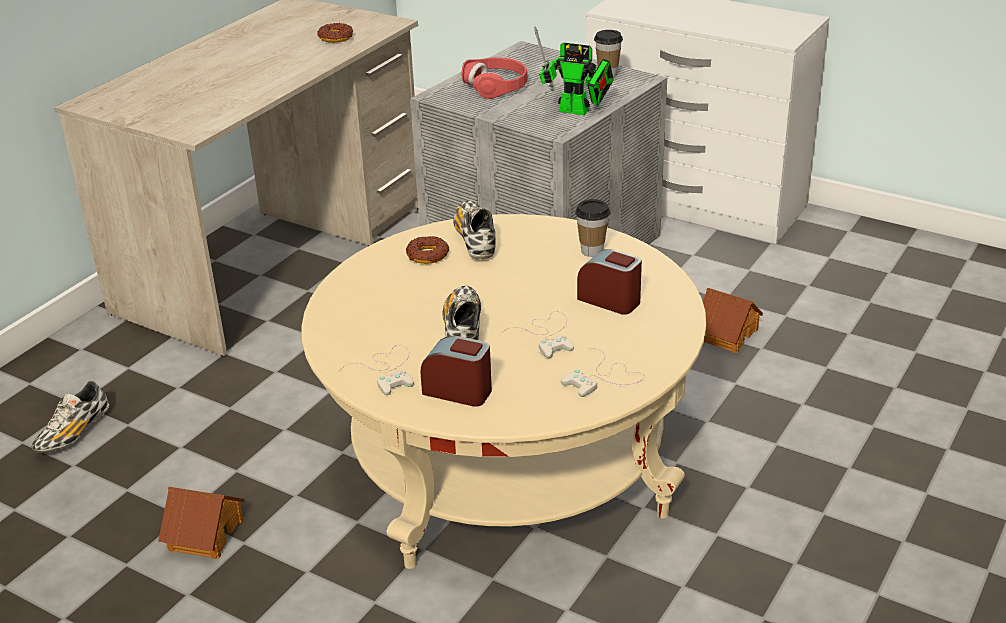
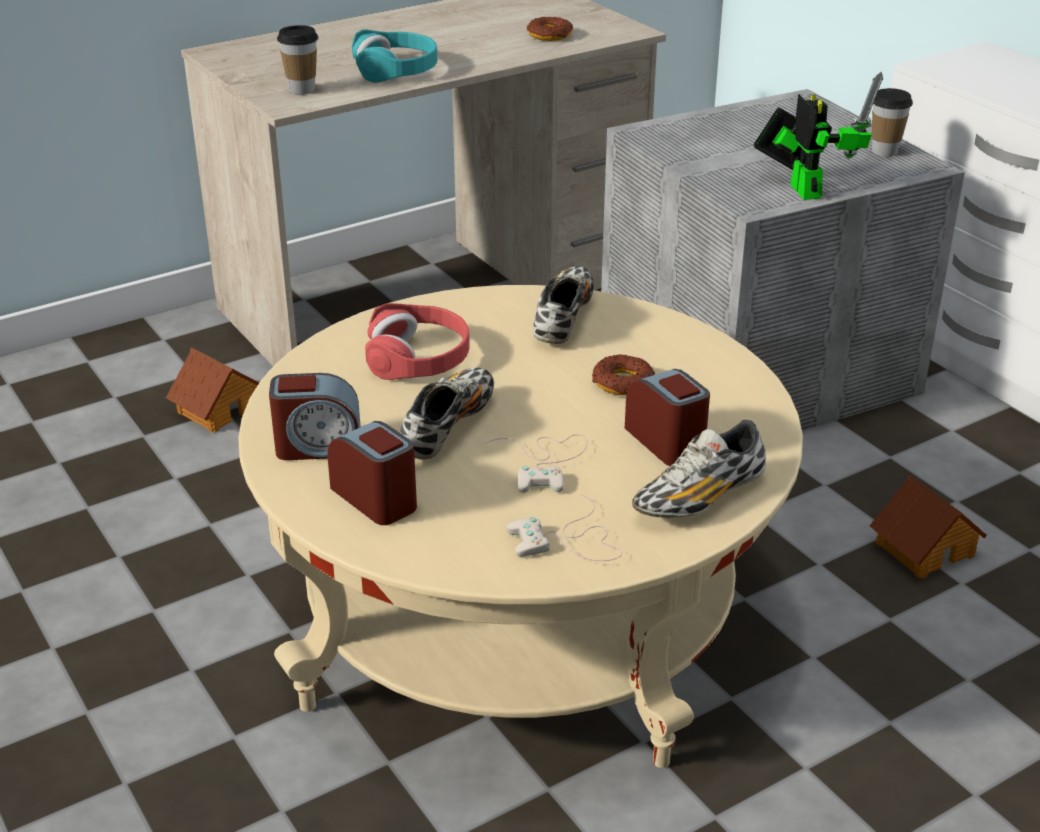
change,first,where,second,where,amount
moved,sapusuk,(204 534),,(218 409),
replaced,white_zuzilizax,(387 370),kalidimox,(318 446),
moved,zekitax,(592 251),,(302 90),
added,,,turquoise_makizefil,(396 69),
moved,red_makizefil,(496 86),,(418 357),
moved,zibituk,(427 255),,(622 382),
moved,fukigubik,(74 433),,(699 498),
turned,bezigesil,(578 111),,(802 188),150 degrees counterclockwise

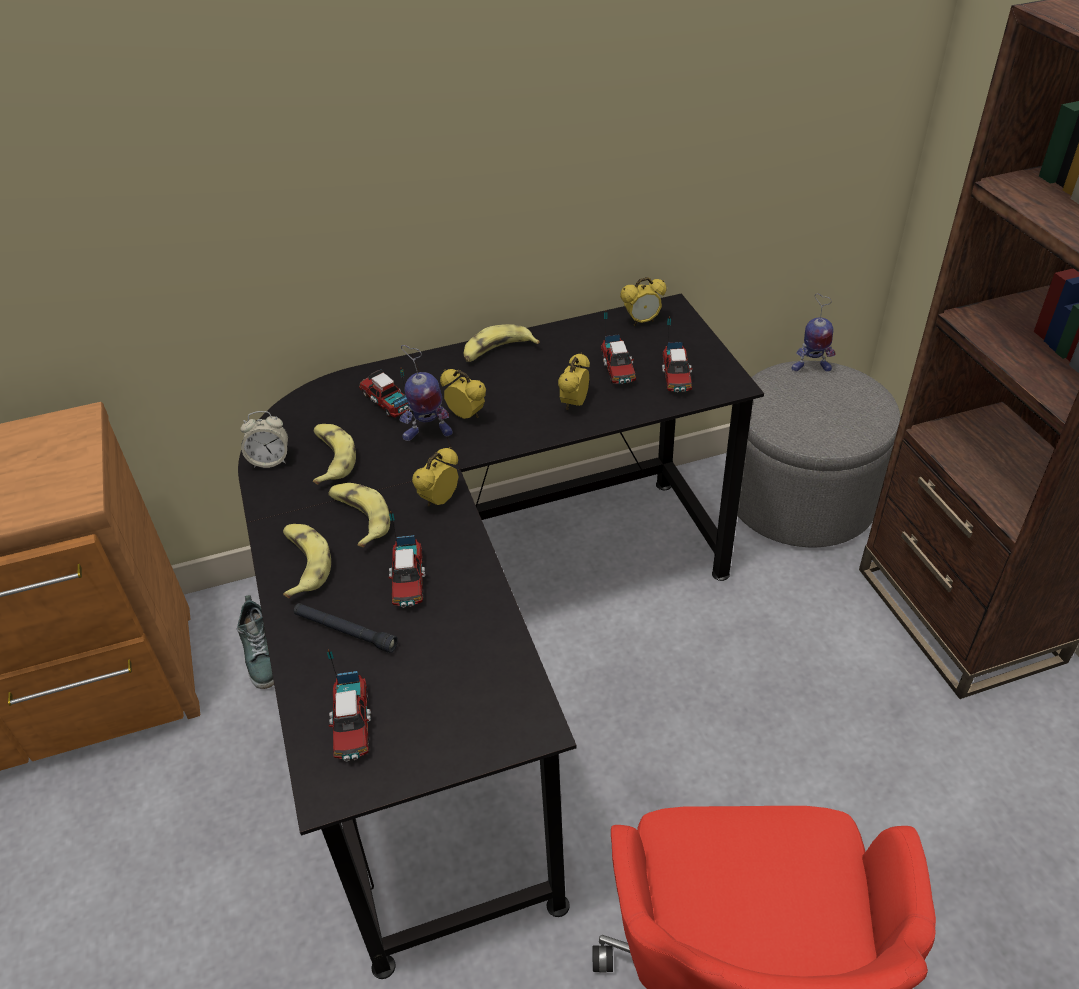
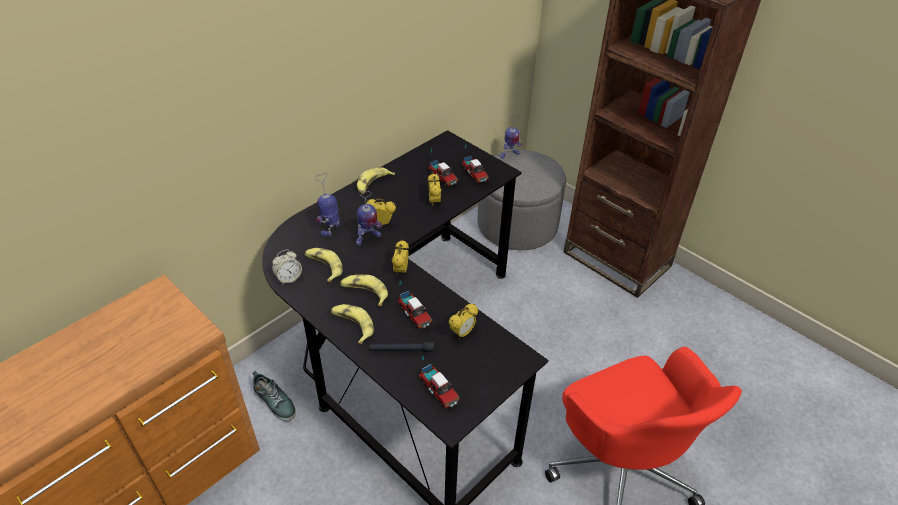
change,first,where,second,where,amount
replaced,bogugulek,(386 402),bezigesil,(331 228),
moved,kalidimox,(642 321),,(462 333),

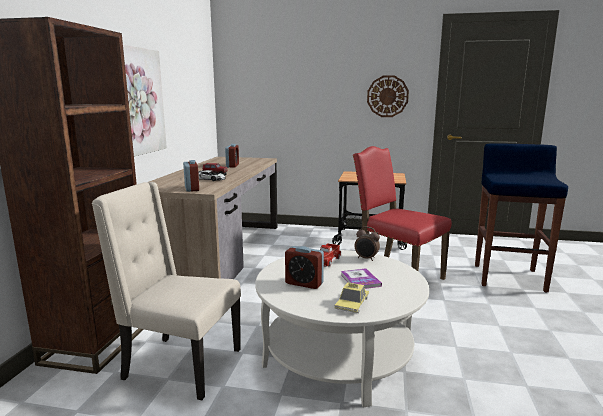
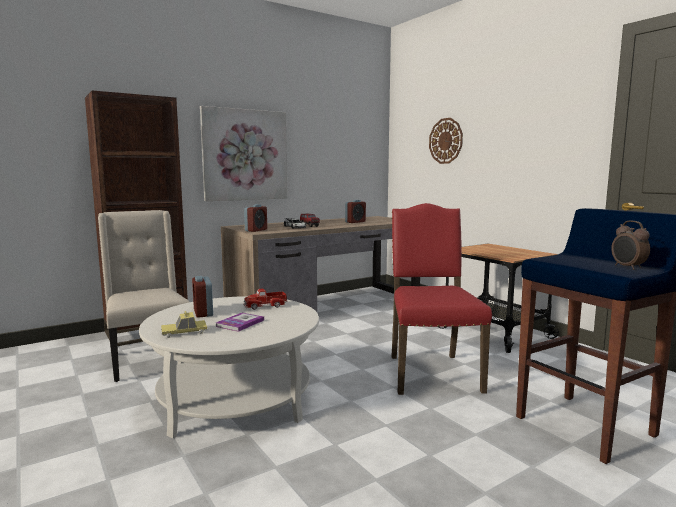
change,first,where,second,where,amount
moved,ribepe,(387 96),,(445 141),
moved,kalidimox,(366 258),,(627 267),

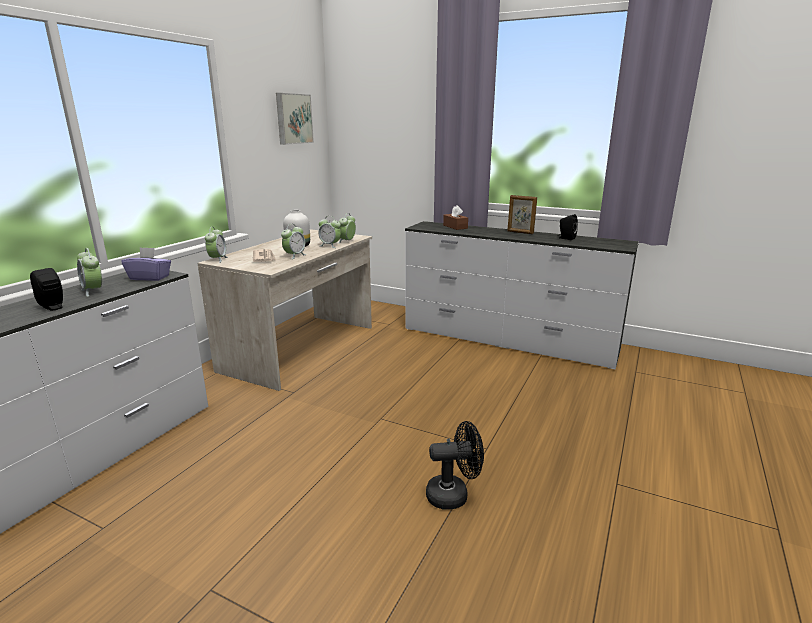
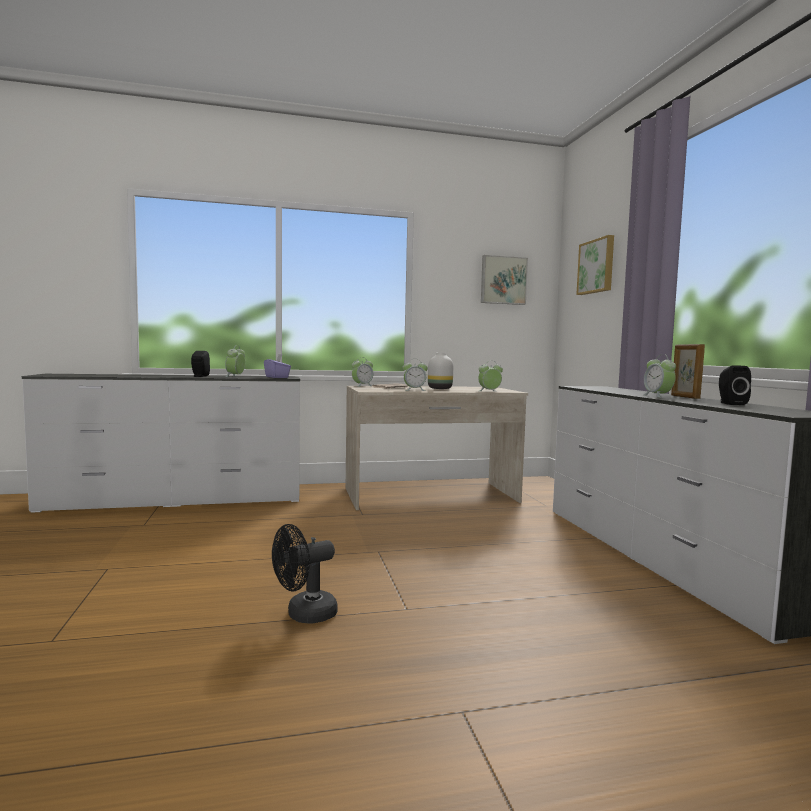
change,first,where,second,where,amount
turned,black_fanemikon,(454 495),,(304 615),105 degrees clockwise
added,,,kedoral,(597 266),
moved,kalidimox,(330 245),,(657 396),
removed,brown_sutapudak,(455 227),,,

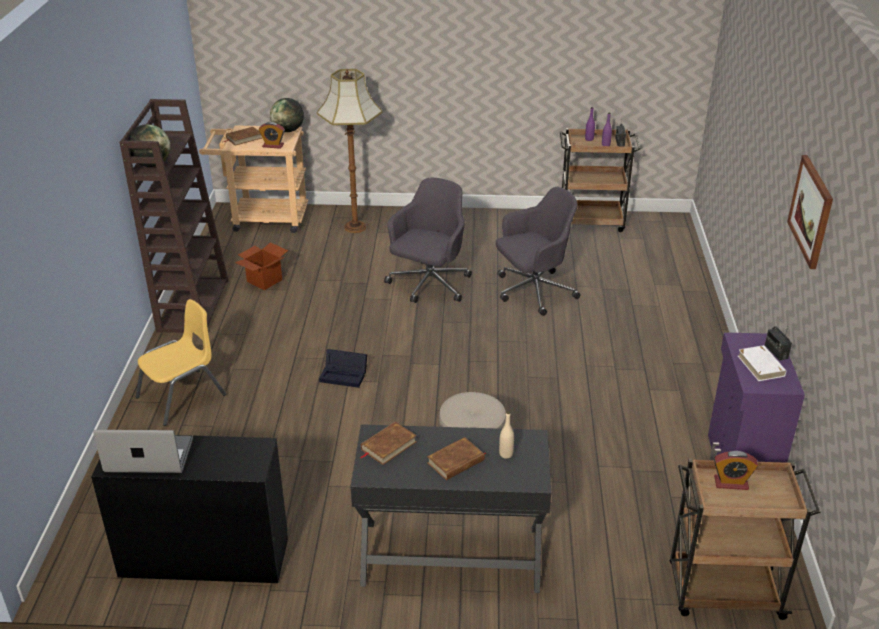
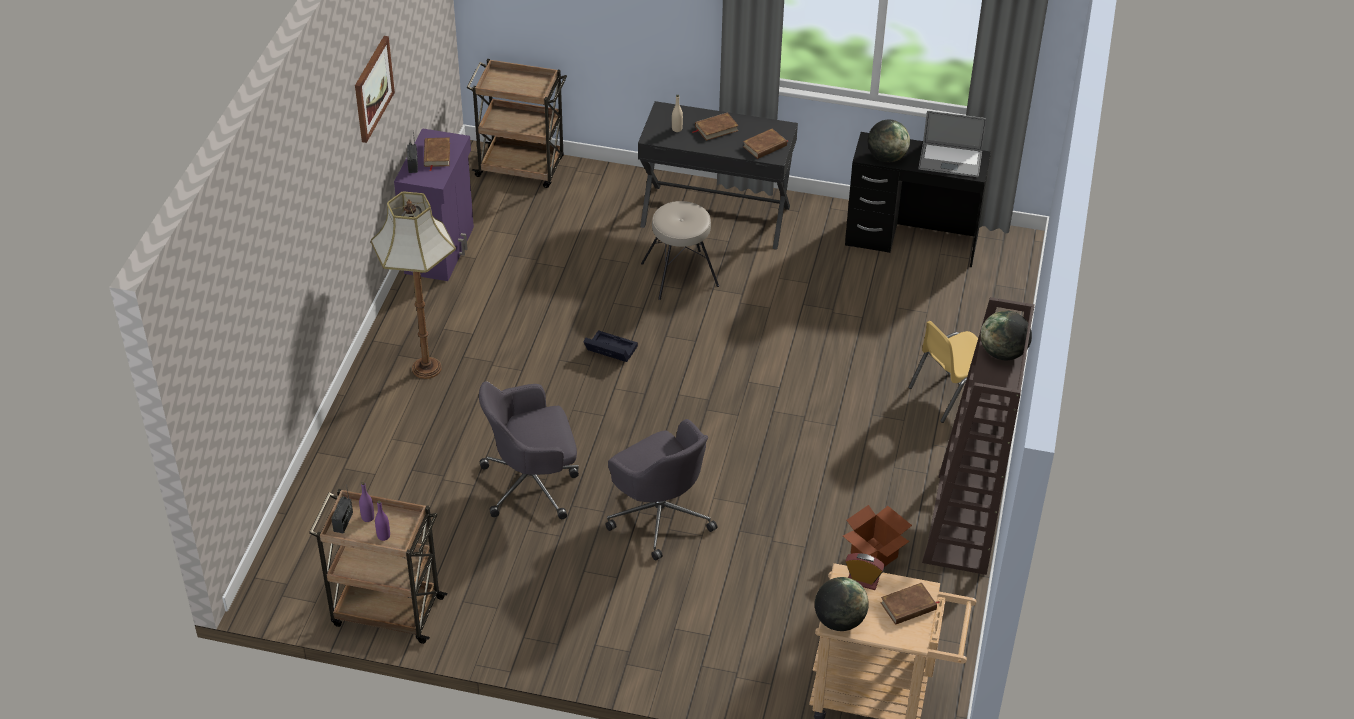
change,first,where,second,where,amount
moved,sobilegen,(356 227),,(425 368),
recoloured,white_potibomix,(761 365),brown_potibomix,(436 155),
moved,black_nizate,(345 375),,(609 350),
turned,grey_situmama,(429 285),,(660 515),75 degrees counterclockwise
added,,,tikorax,(886 157),
removed,kalidimox,(731 483),,,

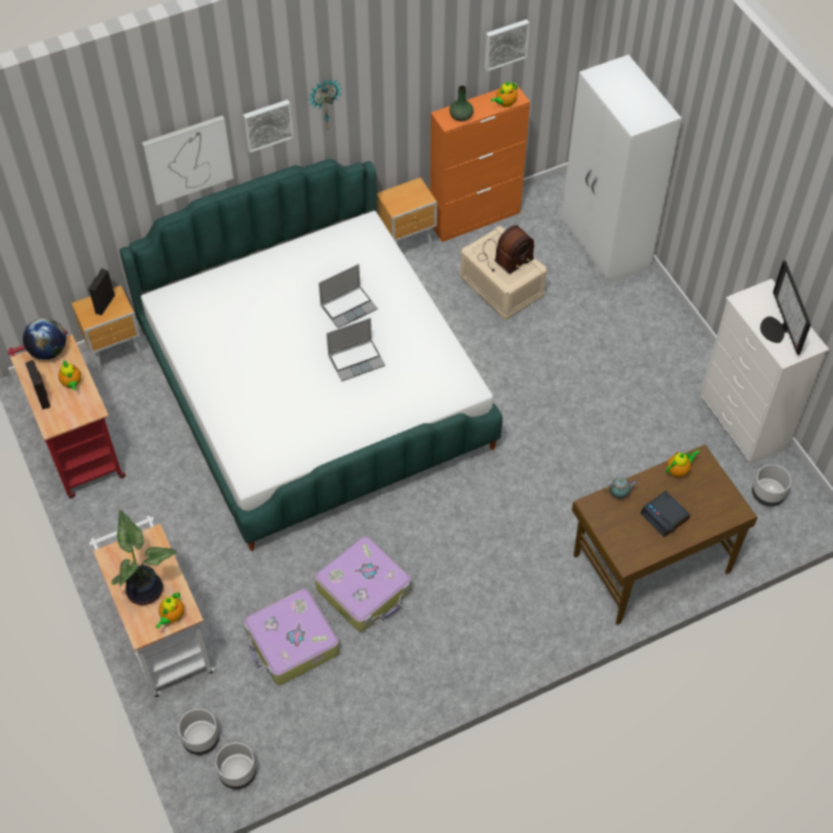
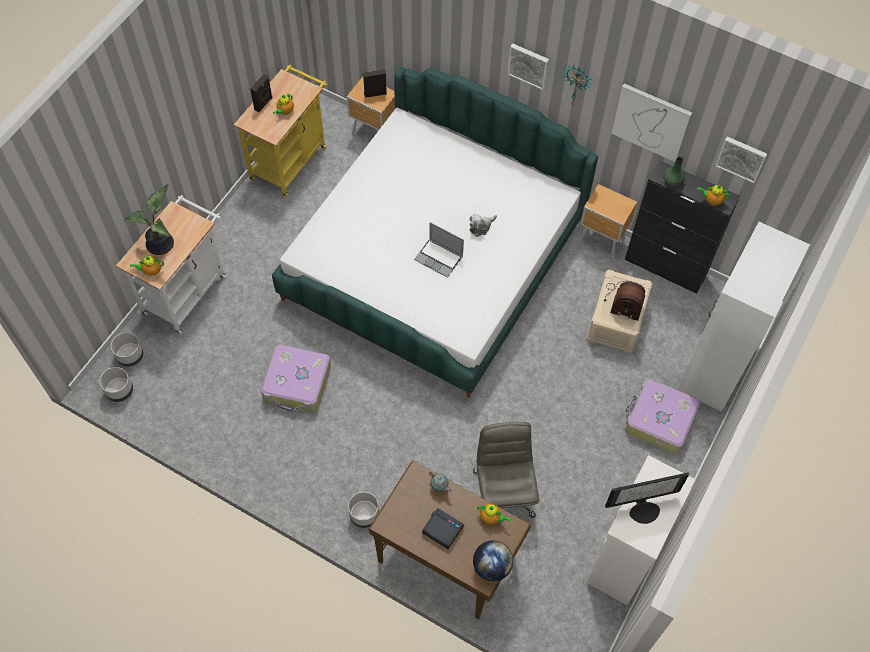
change,first,where,second,where,amount
recoloured,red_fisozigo,(79 447),yellow_fisozigo,(291 159),
moved,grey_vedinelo,(768 495),,(364 515),
turned,kalidimox,(665 516),,(442 529),105 degrees clockwise
replaced,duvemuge,(349 307),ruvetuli,(481 227),
added,,,grey_situmama,(503 492),
moved,tikorax,(48 351),,(491 566),
turned,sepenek,(776 330),,(644 509),150 degrees counterclockwise
moved,kedoral,(188 159),,(651 122),
recoloured,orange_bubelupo,(475 218),black_bubelupo,(665 267),
moved,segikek,(292 643),,(659 420),

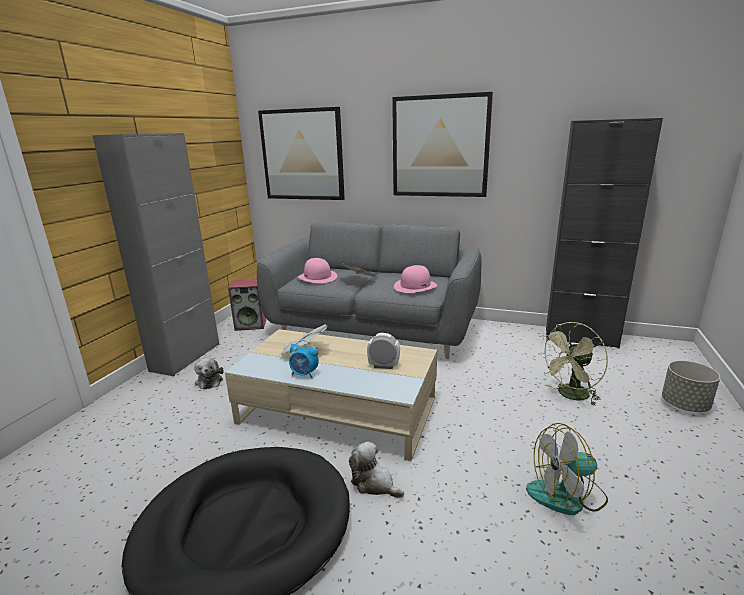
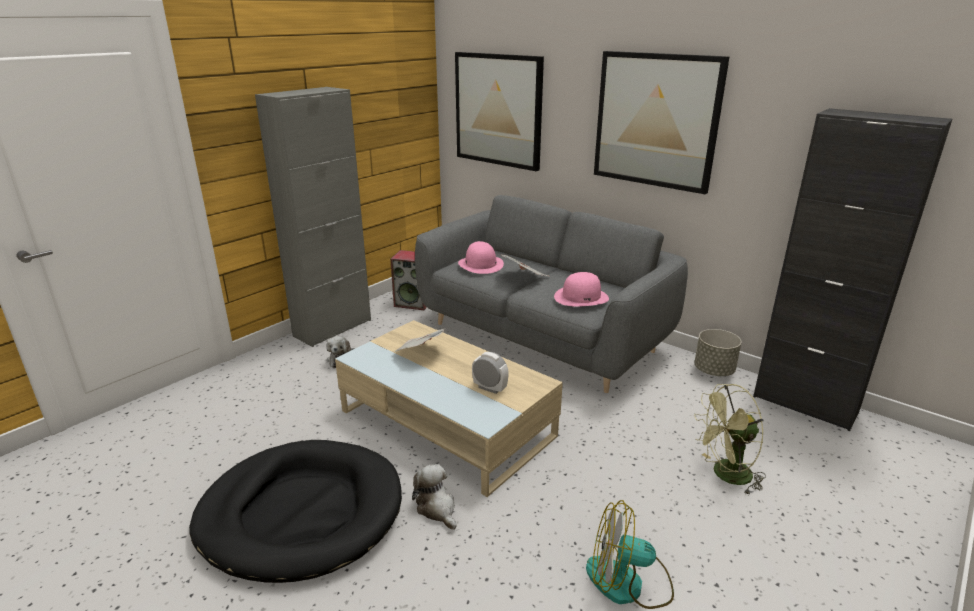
change,first,where,second,where,amount
moved,grey_vedinelo,(685 405),,(714 371),
removed,kalidimox,(304 374),,,

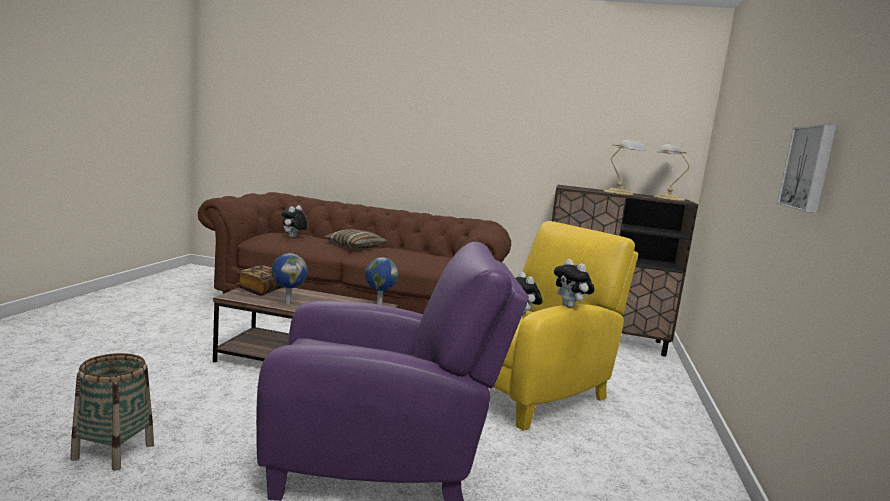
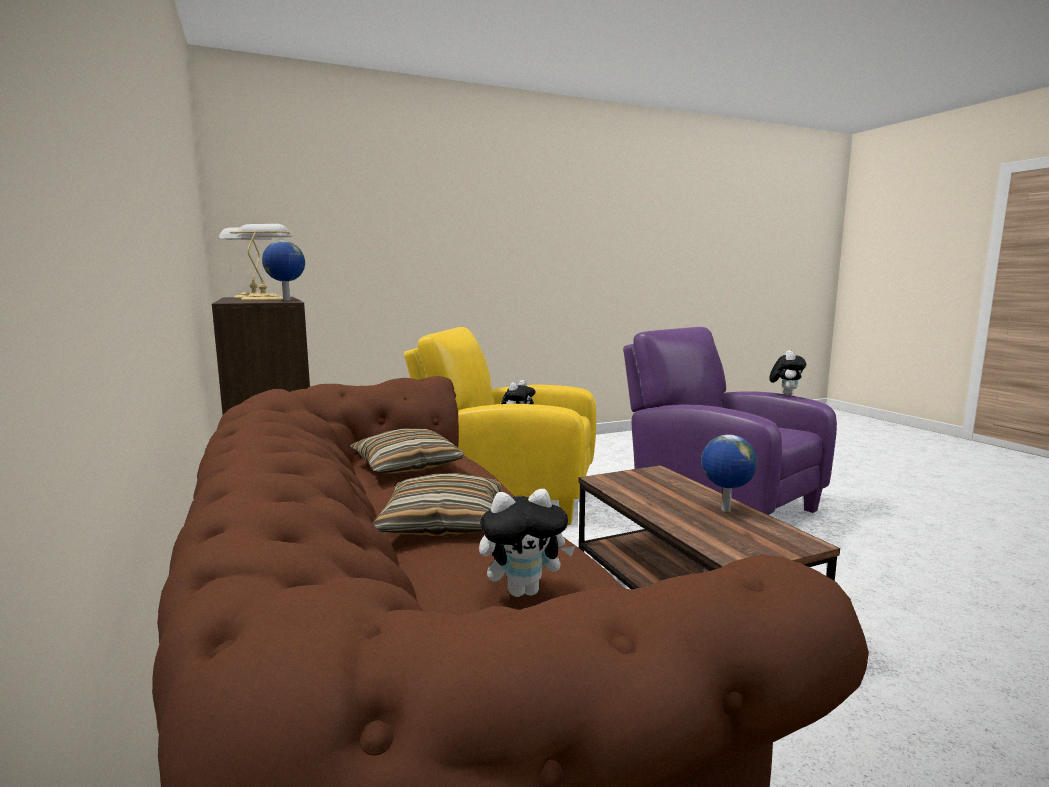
change,first,where,second,where,amount
moved,tikorax,(378 305),,(286 300),
added,,,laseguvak,(407 465),
moved,ruvetuli,(570 306),,(785 394),
removed,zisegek,(113 451),,,
removed,potibomix,(261 290),,,
removed,kedoral,(809 168),,,

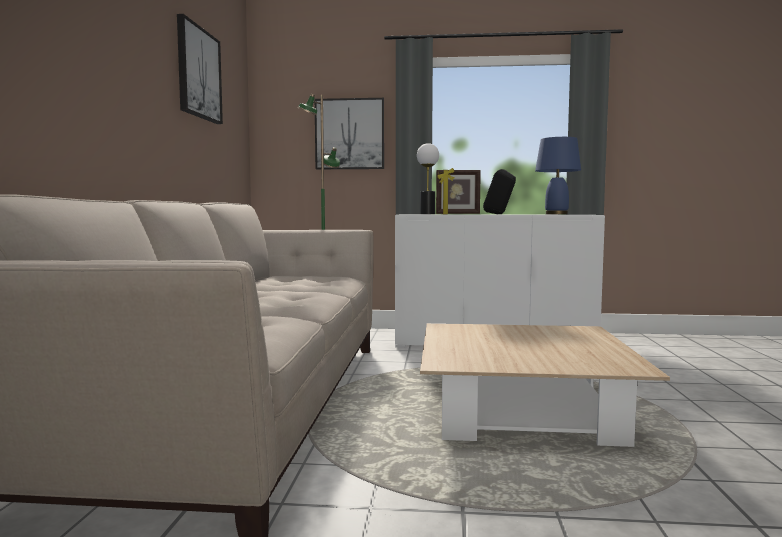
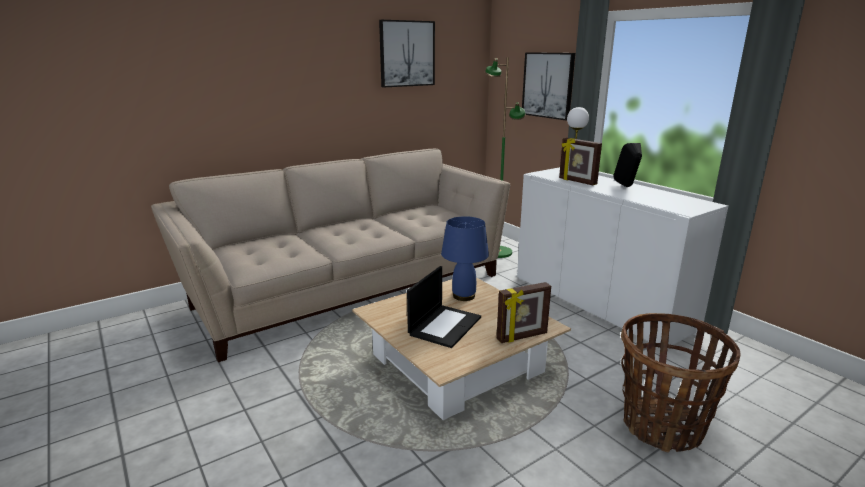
change,first,where,second,where,amount
added,,,duvemuge,(445 325),
moved,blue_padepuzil,(556 214),,(463 296),
added,,,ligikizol,(522 337),
added,,,zisegek,(662 426),

